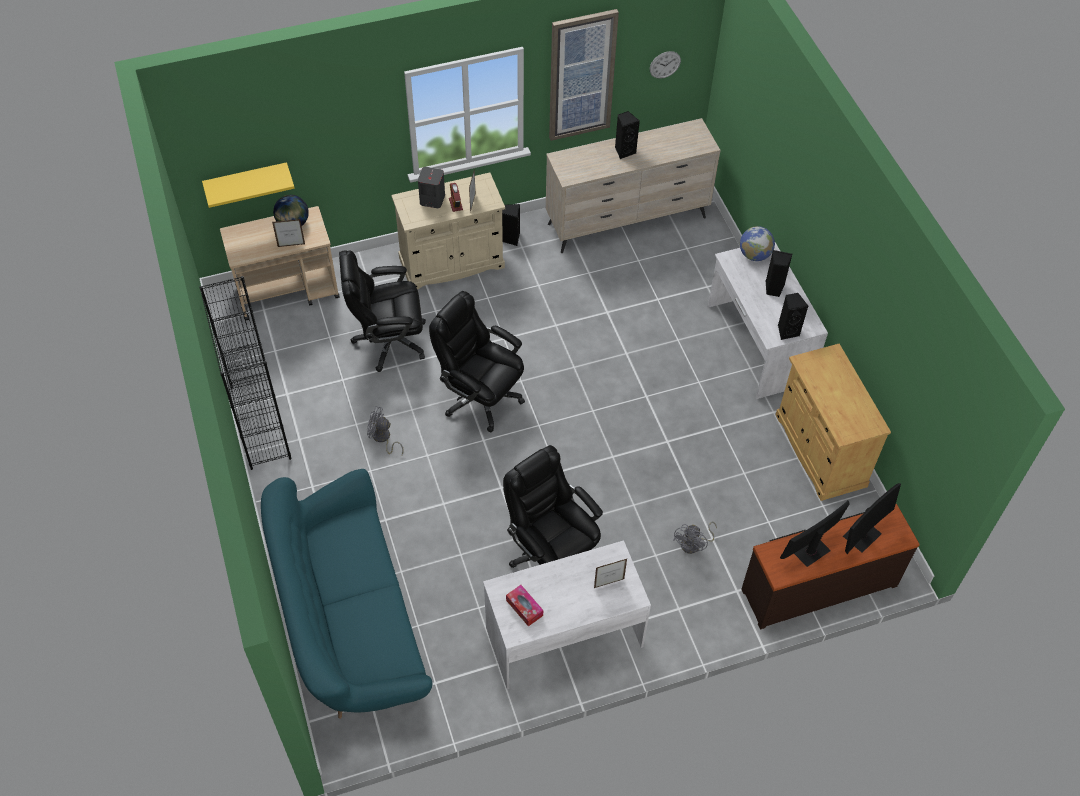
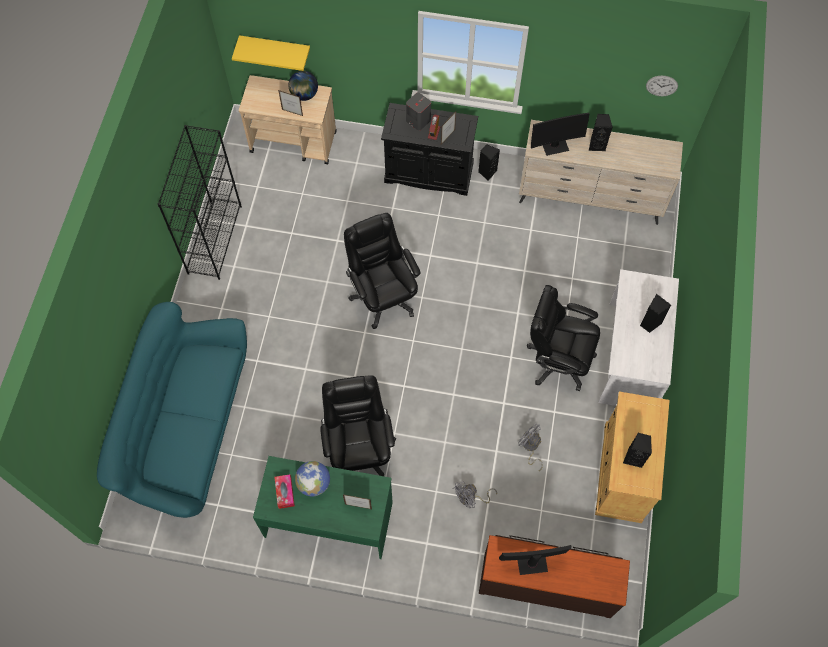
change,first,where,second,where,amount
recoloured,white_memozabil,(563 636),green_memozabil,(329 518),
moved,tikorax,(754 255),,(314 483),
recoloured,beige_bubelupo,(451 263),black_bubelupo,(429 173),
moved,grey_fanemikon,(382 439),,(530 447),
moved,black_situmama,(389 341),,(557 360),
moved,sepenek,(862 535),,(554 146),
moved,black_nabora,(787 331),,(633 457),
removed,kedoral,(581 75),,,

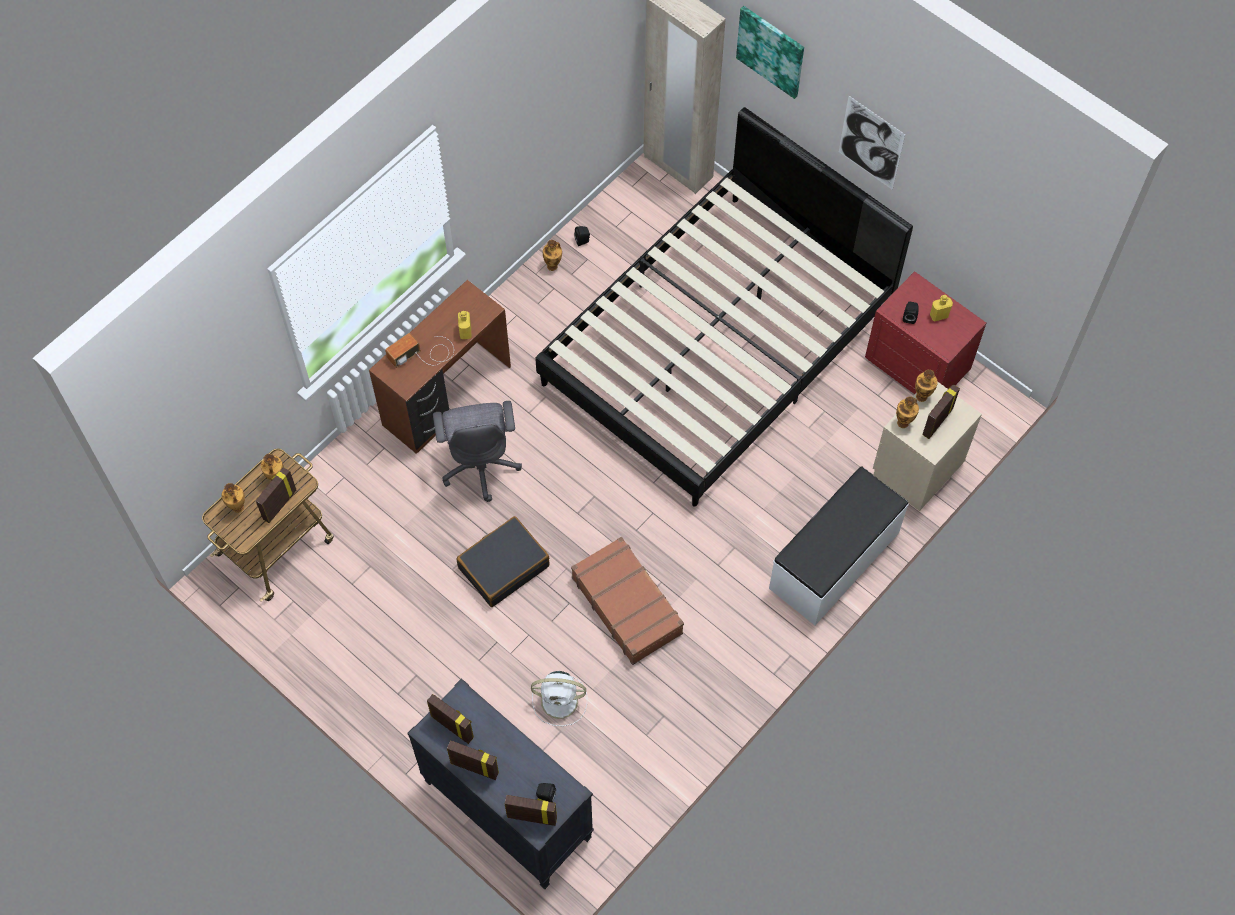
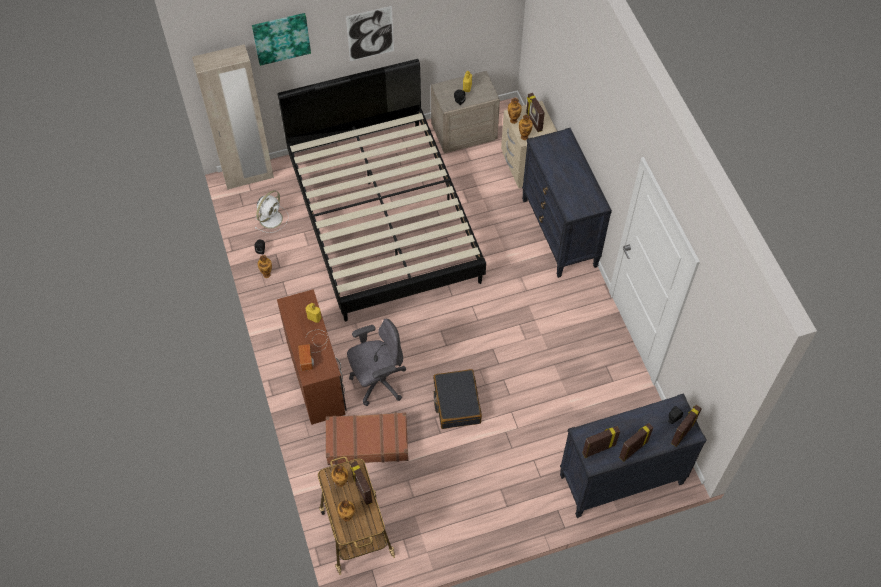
change,first,where,second,where,amount
moved,white_fanemikon,(561 701),,(271 218),
moved,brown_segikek,(627 605),,(367 442),
turned,grey_situmama,(480 464),,(378 381),45 degrees counterclockwise
recoloured,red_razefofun,(918 365),beige_razefofun,(463 133),
replaced,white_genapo,(835 561),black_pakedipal,(559 233),

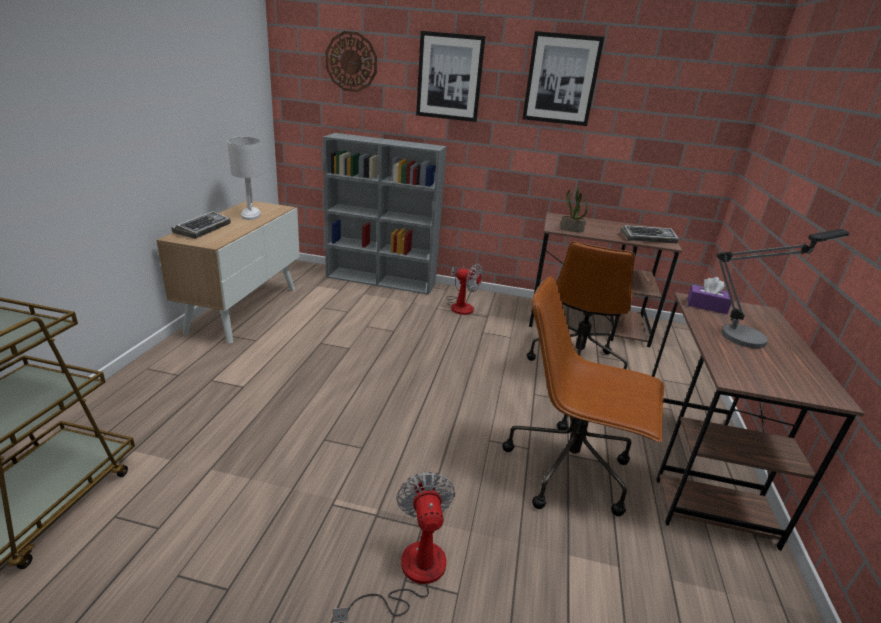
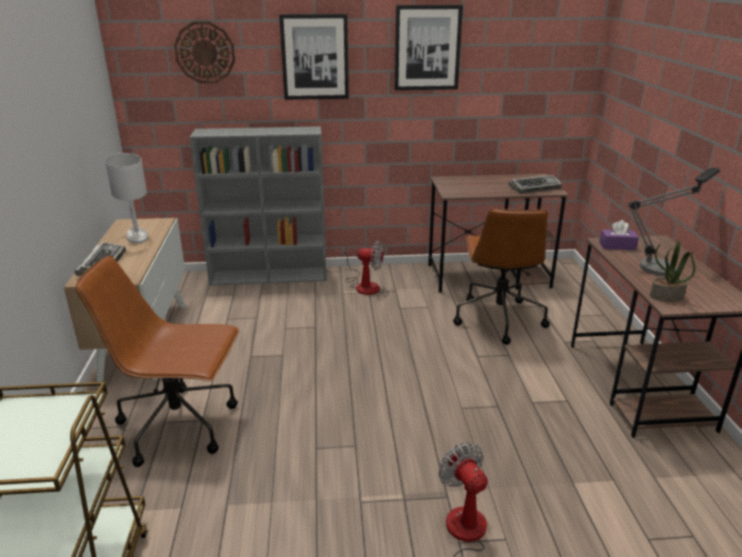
change,first,where,second,where,amount
moved,brown_situmama,(570 470),,(180 425),
moved,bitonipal,(571 229),,(666 297),

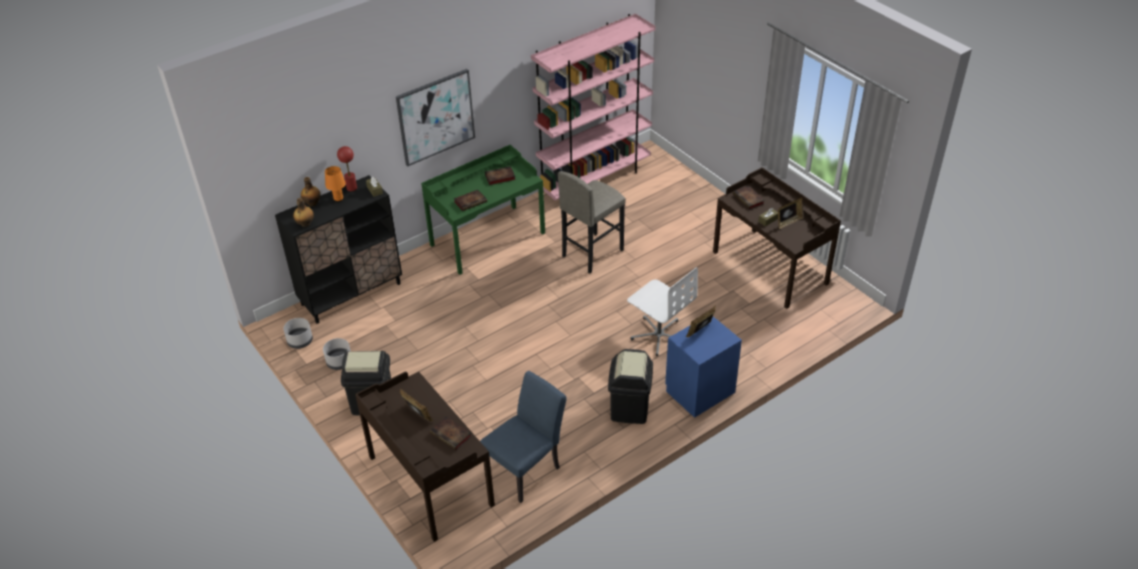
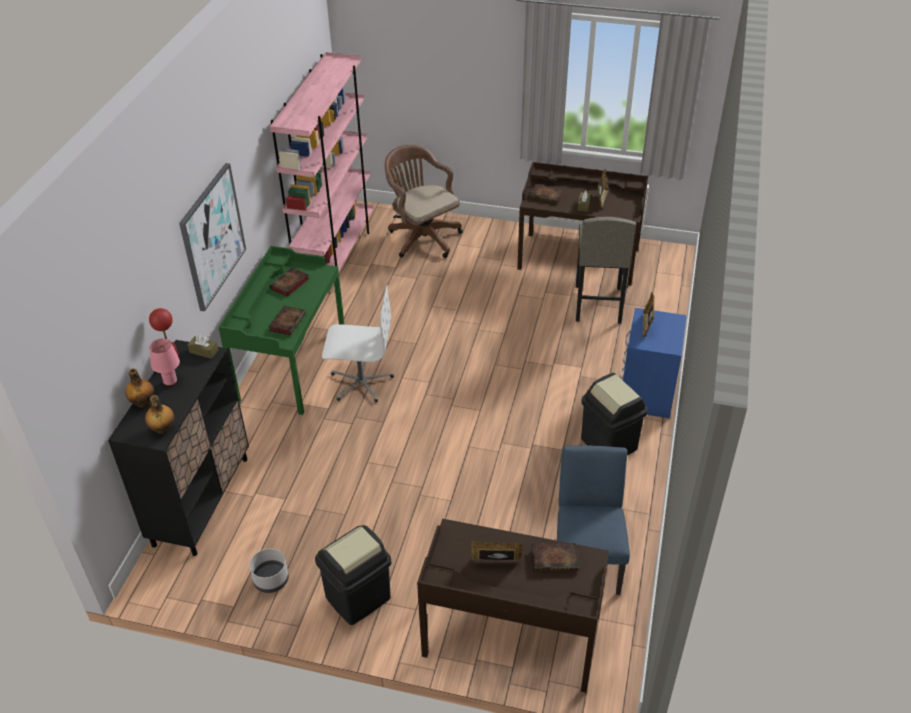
change,first,where,second,where,amount
recoloured,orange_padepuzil,(338 199),pink_padepuzil,(171 382),
moved,white_situmama,(659 335),,(361 382),
added,,,brown_situmama,(422 237),
moved,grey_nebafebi,(592 253),,(597 304),
removed,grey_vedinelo,(300 341),,,

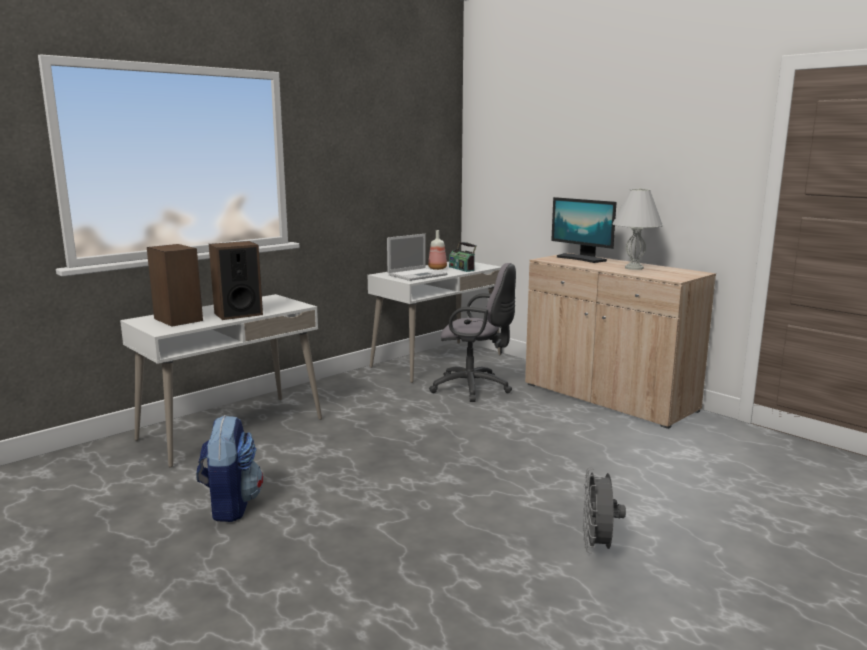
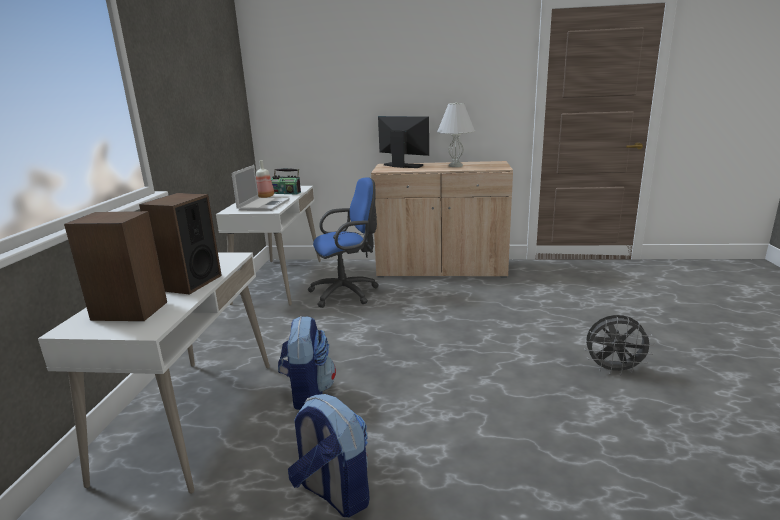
change,first,where,second,where,amount
added,,,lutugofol,(308 393),
recoloured,grey_situmama,(475 388),blue_situmama,(347 293),
turned,sepenek,(581 258),,(403 166),150 degrees counterclockwise
turned,grey_fanemikon,(597 547),,(613 370),45 degrees counterclockwise

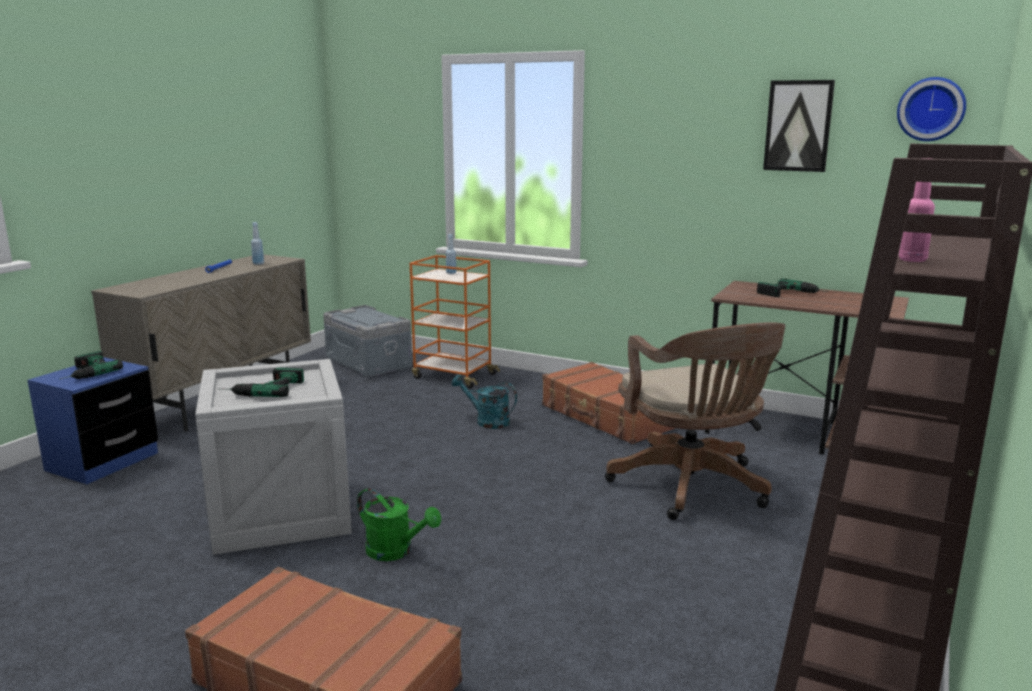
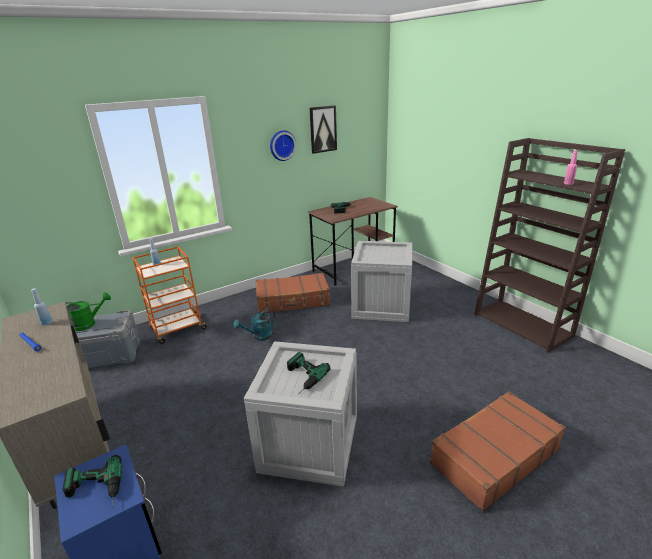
change,first,where,second,where,amount
moved,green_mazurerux,(396 552),,(88 324),
moved,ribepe,(931 109),,(282 145),
replaced,brown_situmama,(692 487),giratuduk,(382 306),

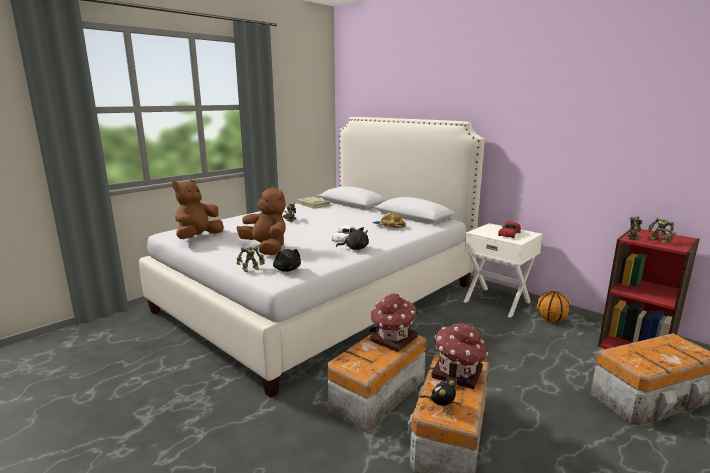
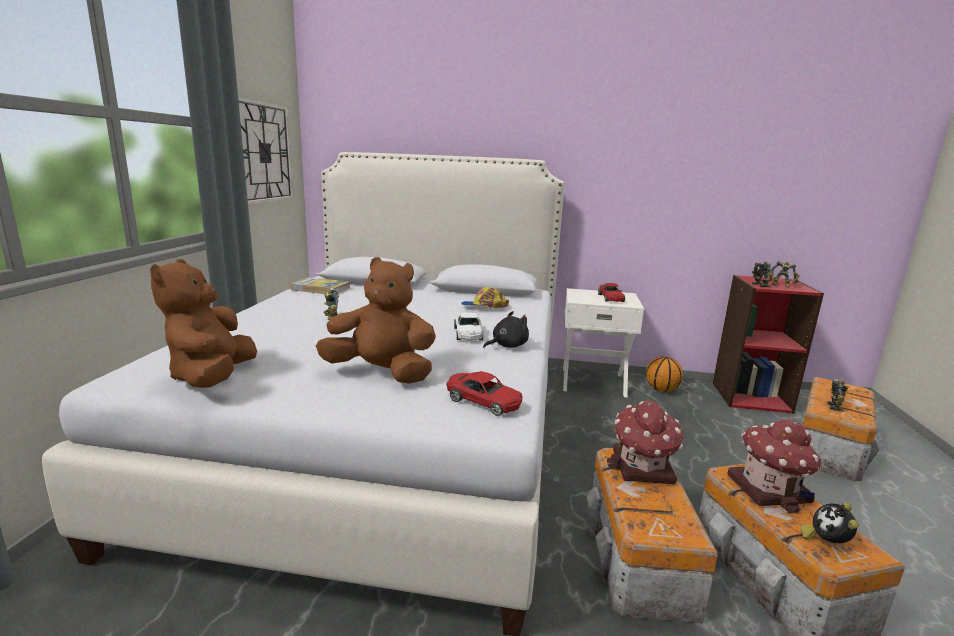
change,first,where,second,where,amount
added,,,ribepe,(263 152),
replaced,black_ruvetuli,(287 269),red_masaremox,(483 401),
moved,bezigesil,(251 269),,(836 407),

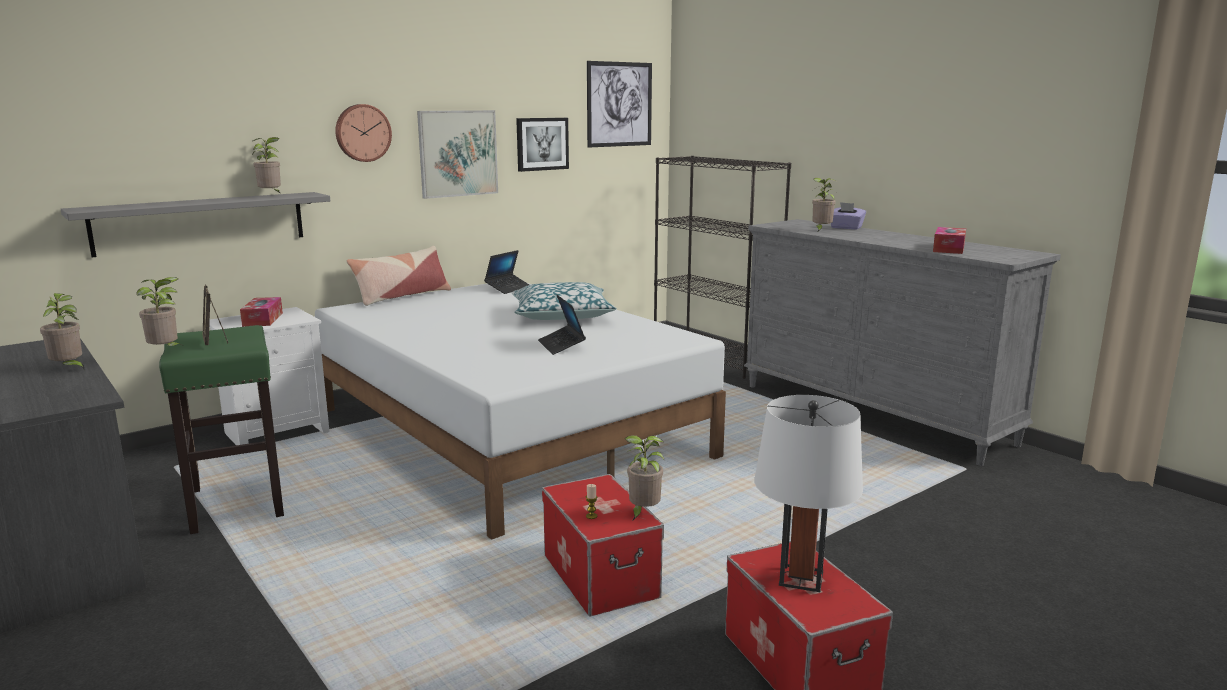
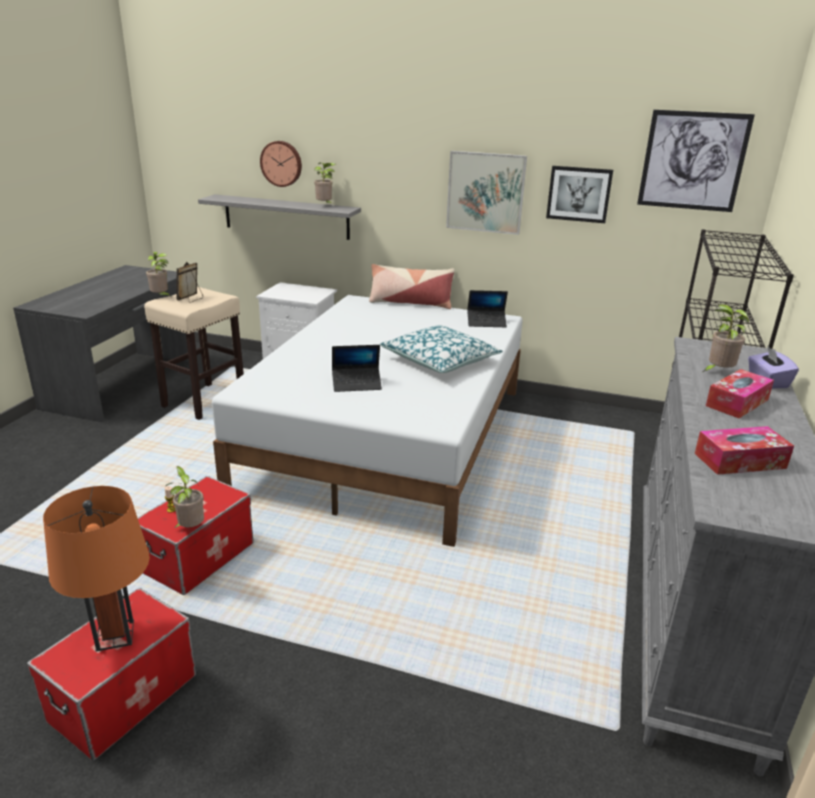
change,first,where,second,where,amount
recoloured,white_padepuzil,(801 578),orange_padepuzil,(115 635),
recoloured,green_nebafebi,(237 504),beige_nebafebi,(203 402),
moved,ribepe,(362 133),,(281 163),
turned,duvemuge,(561 346),,(356 384),135 degrees counterclockwise
moved,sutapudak,(263 319),,(737 402),
removed,bitonipal,(69 368),,,

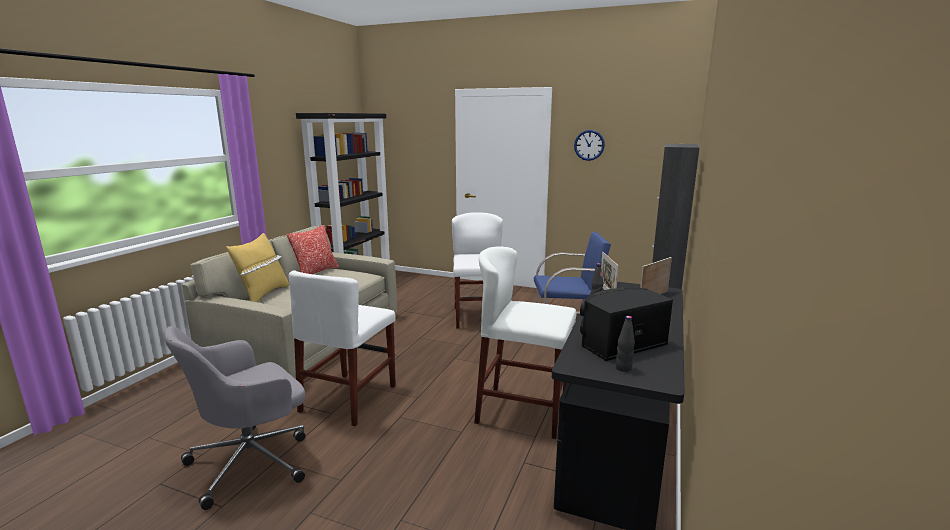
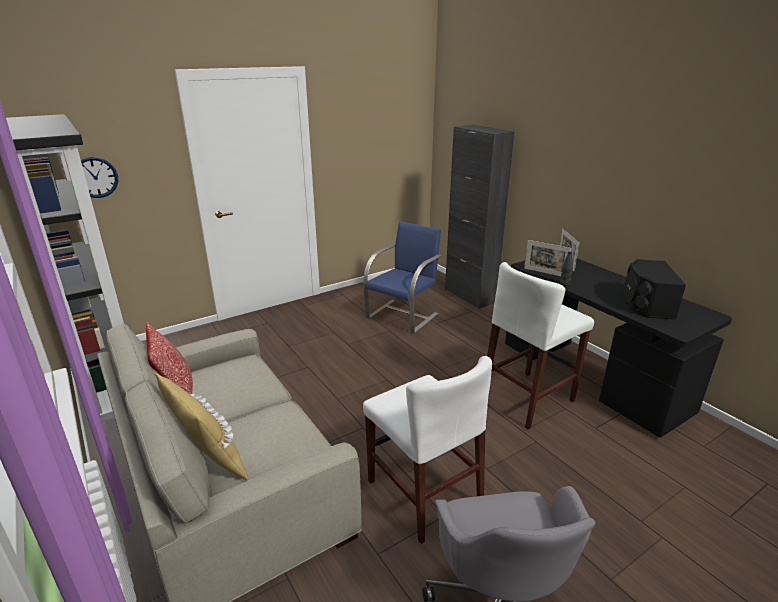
change,first,where,second,where,amount
moved,ribepe,(589 145),,(95 177),
removed,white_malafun,(478 317),,,
removed,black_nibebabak,(623 368),,,

